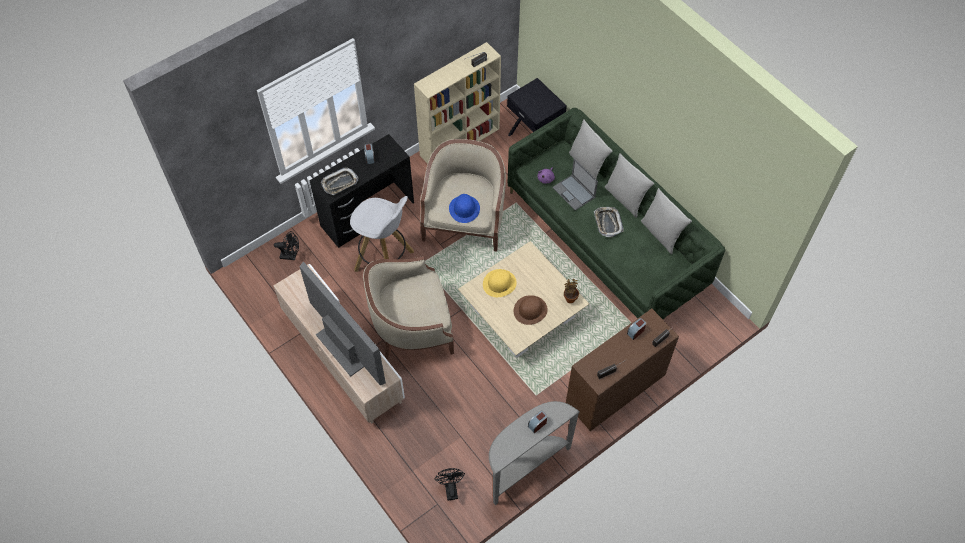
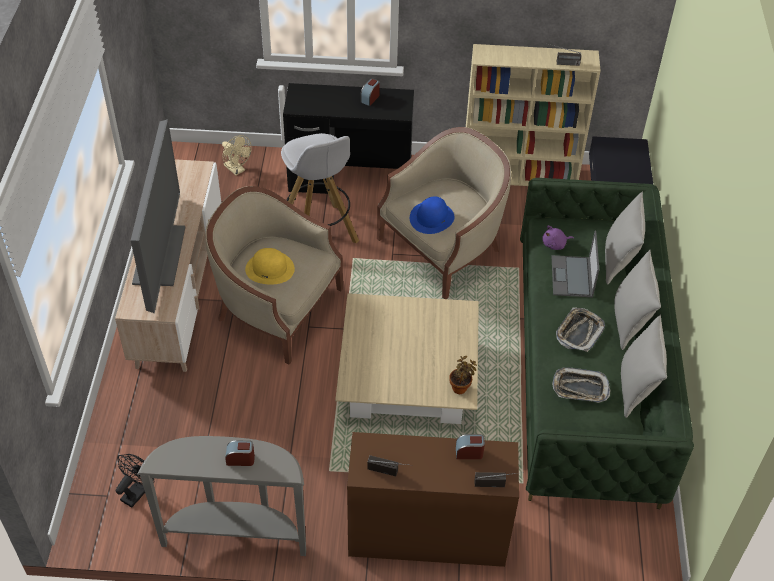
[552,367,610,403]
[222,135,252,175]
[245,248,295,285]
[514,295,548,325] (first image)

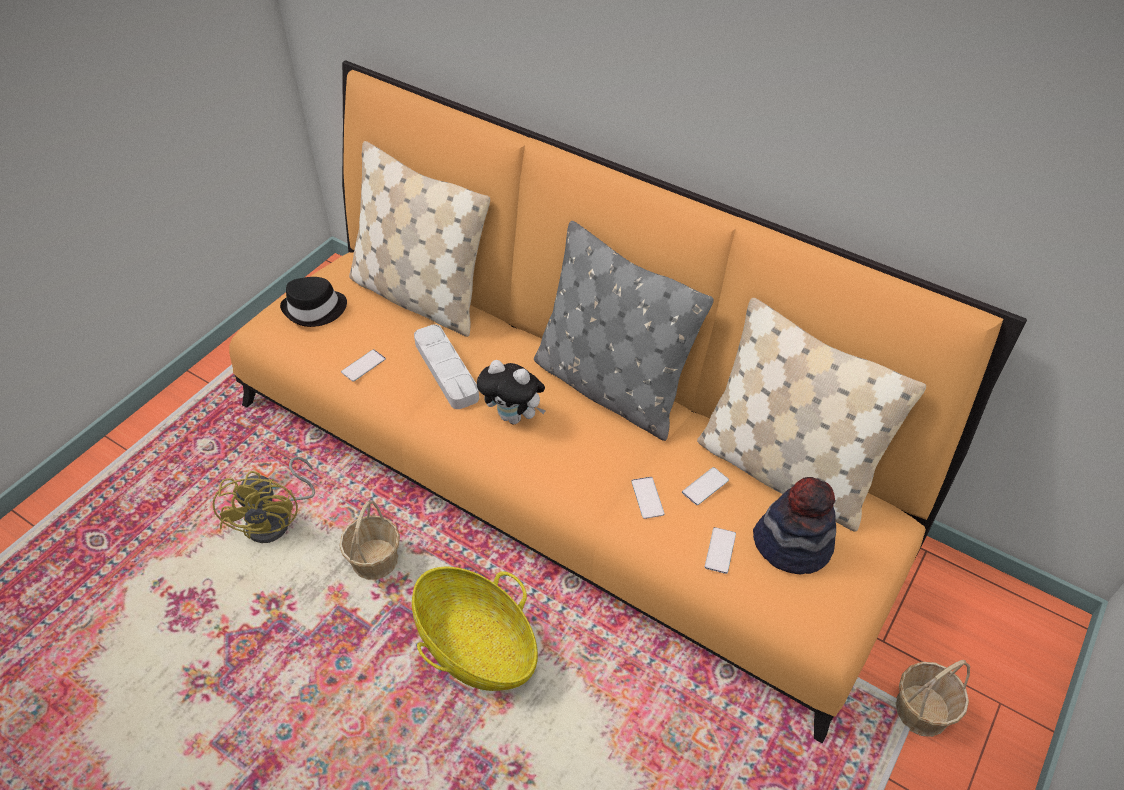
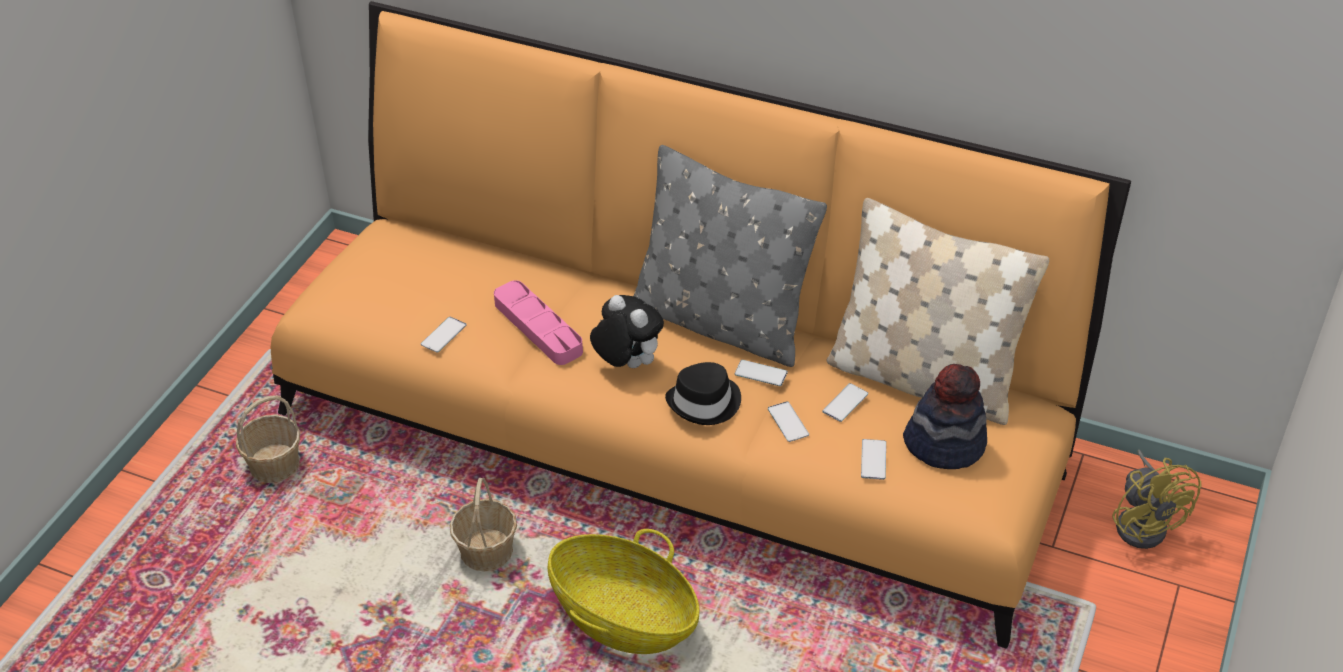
[349,141,490,337] (first image)
[665,362,741,425]
[494,280,583,365]
[590,295,664,368]
[1112,450,1201,549]
[236,395,300,483]
[735,360,788,386]

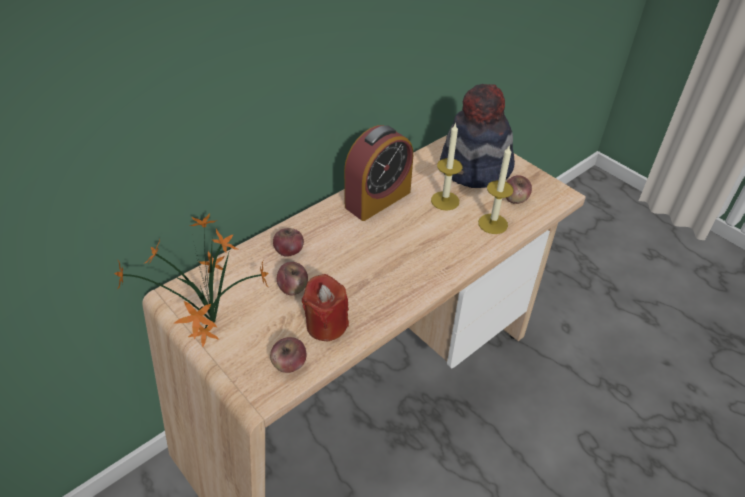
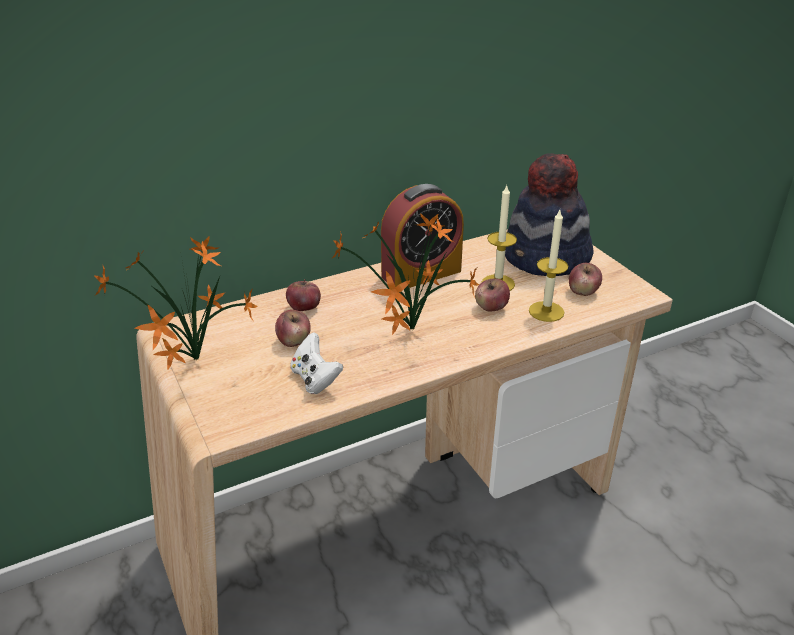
[290,332,343,394]
[475,279,510,311]
[331,213,479,335]

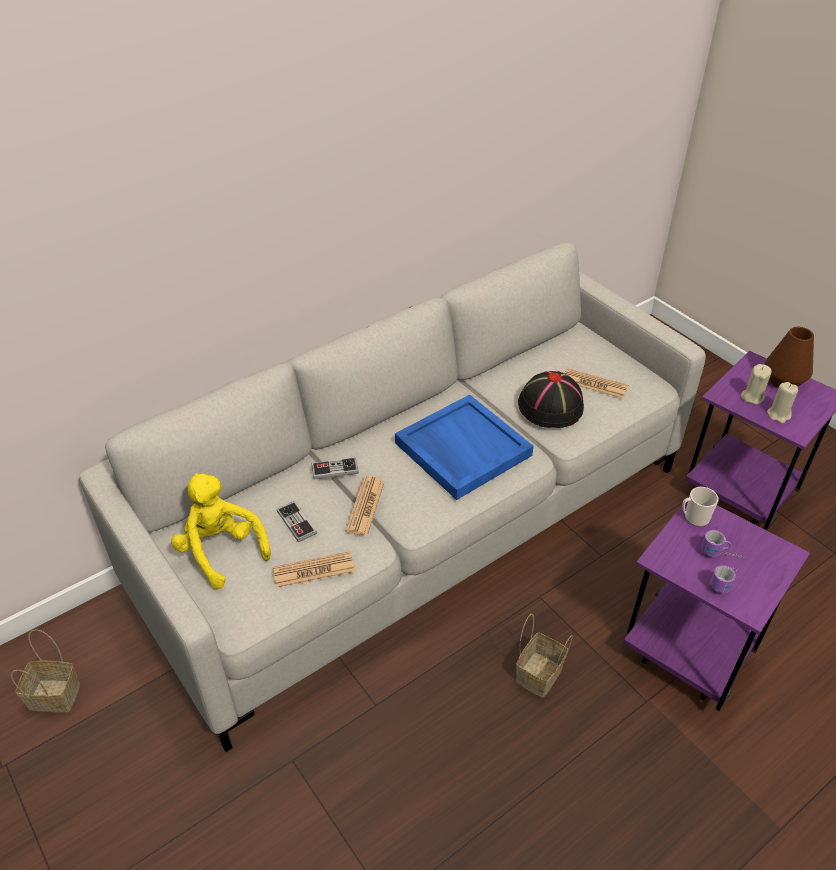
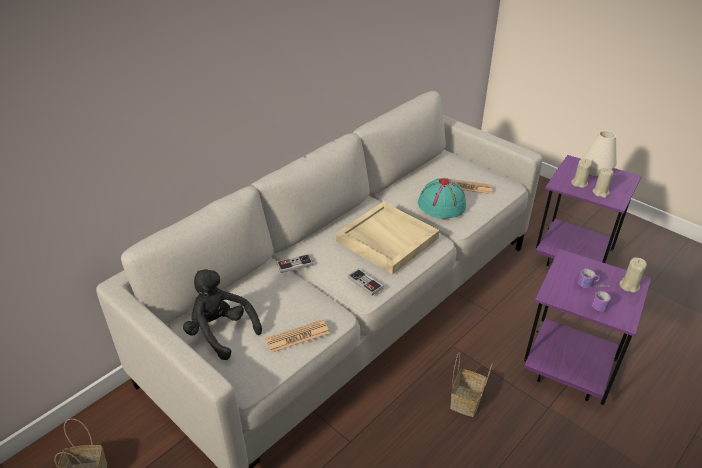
[583,131,617,177]
[418,178,466,219]
[336,202,439,274]
[183,269,262,360]
[346,476,385,536] (first image)
[682,487,719,527] (first image)
[348,269,384,296]
[619,258,647,293]

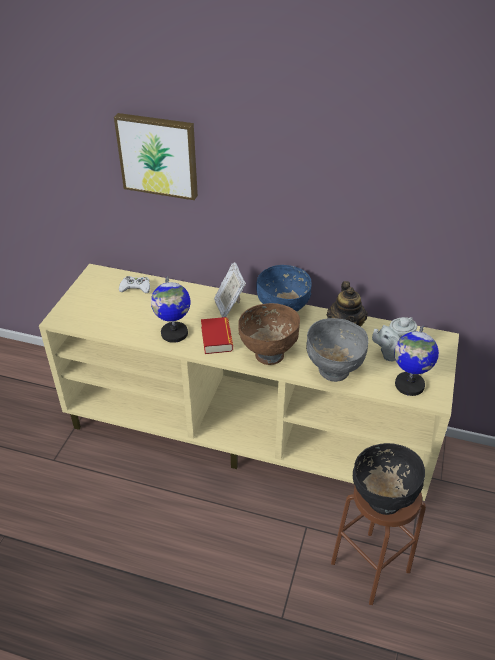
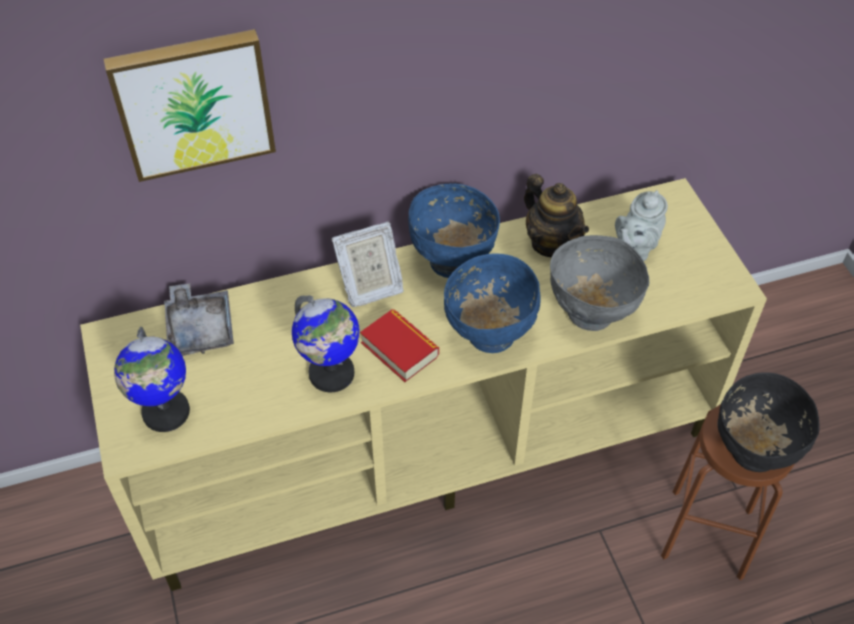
[332,221,404,307]
[164,283,234,356]
[444,254,541,353]
[114,327,190,432]

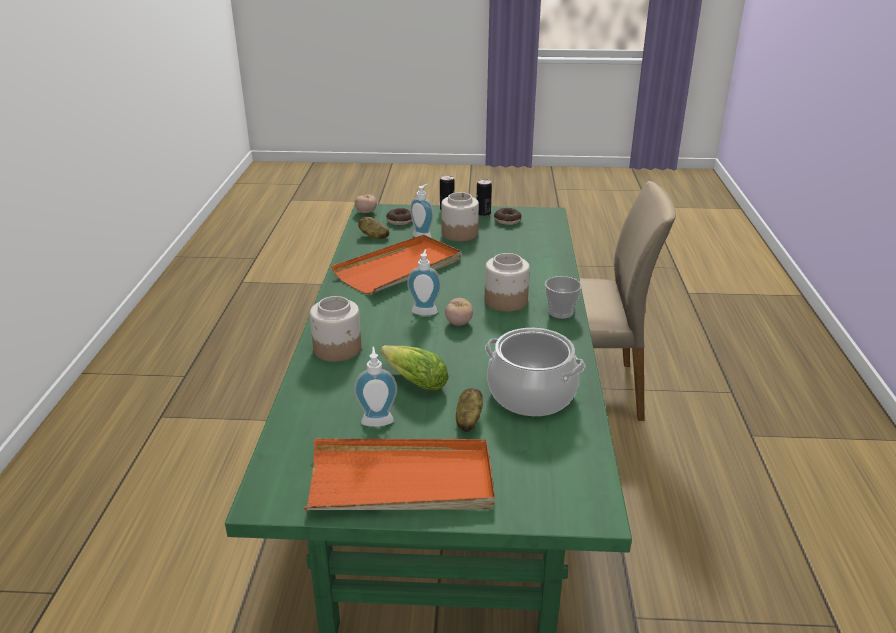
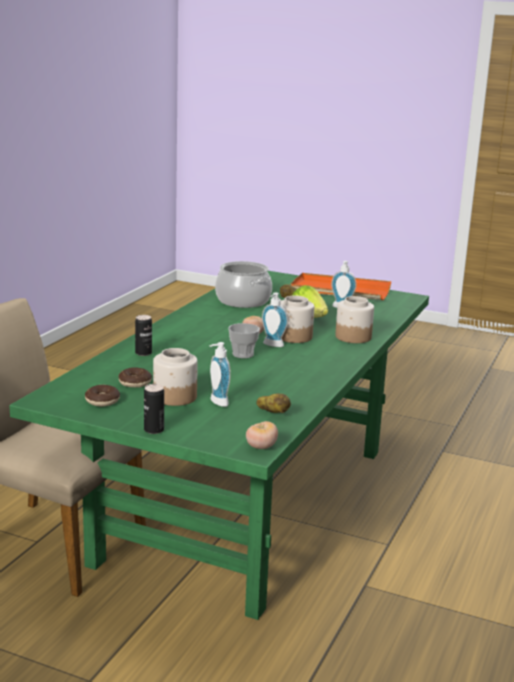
[135,315,152,356]
[118,367,152,388]
[331,235,461,294] (first image)
[280,296,314,343]
[228,323,260,358]

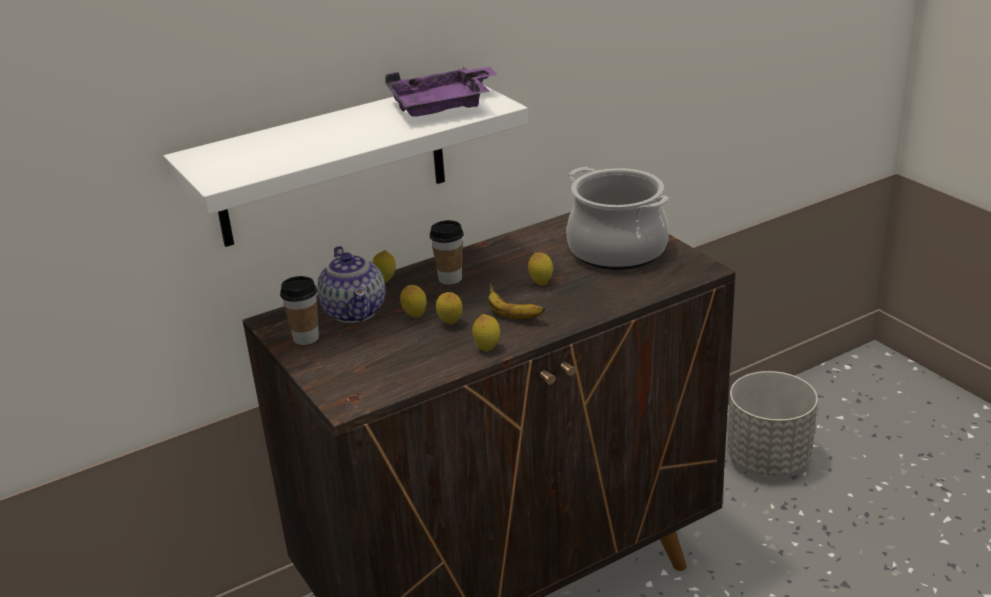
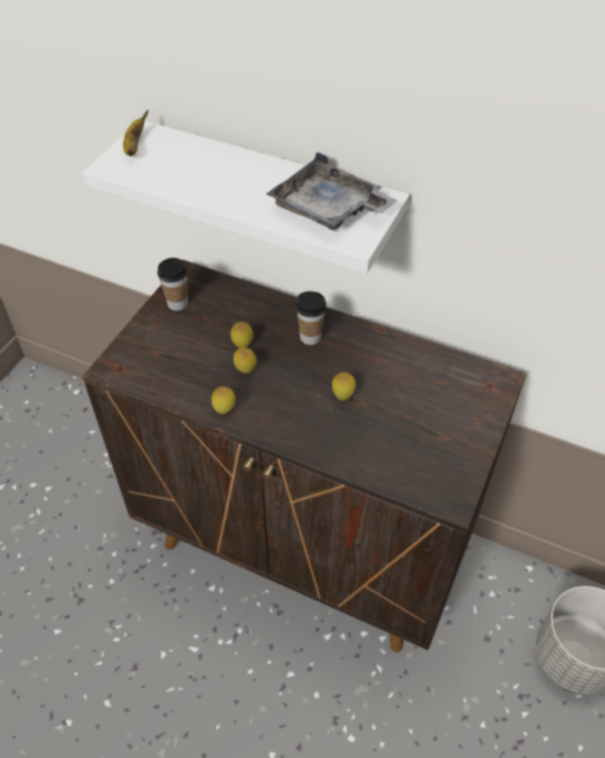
[267,152,397,230]
[566,167,669,270] (first image)
[317,246,386,323] (first image)
[372,250,396,283] (first image)
[123,110,148,156]

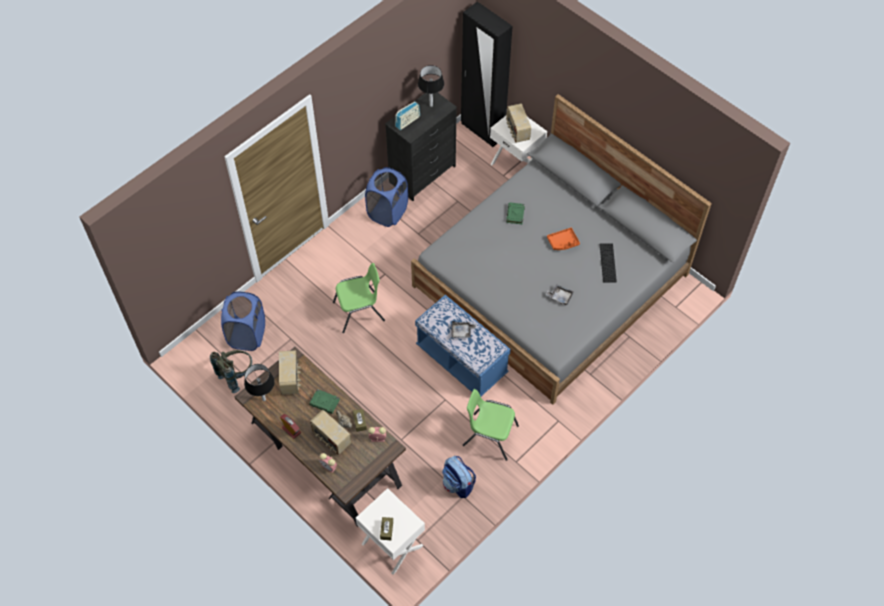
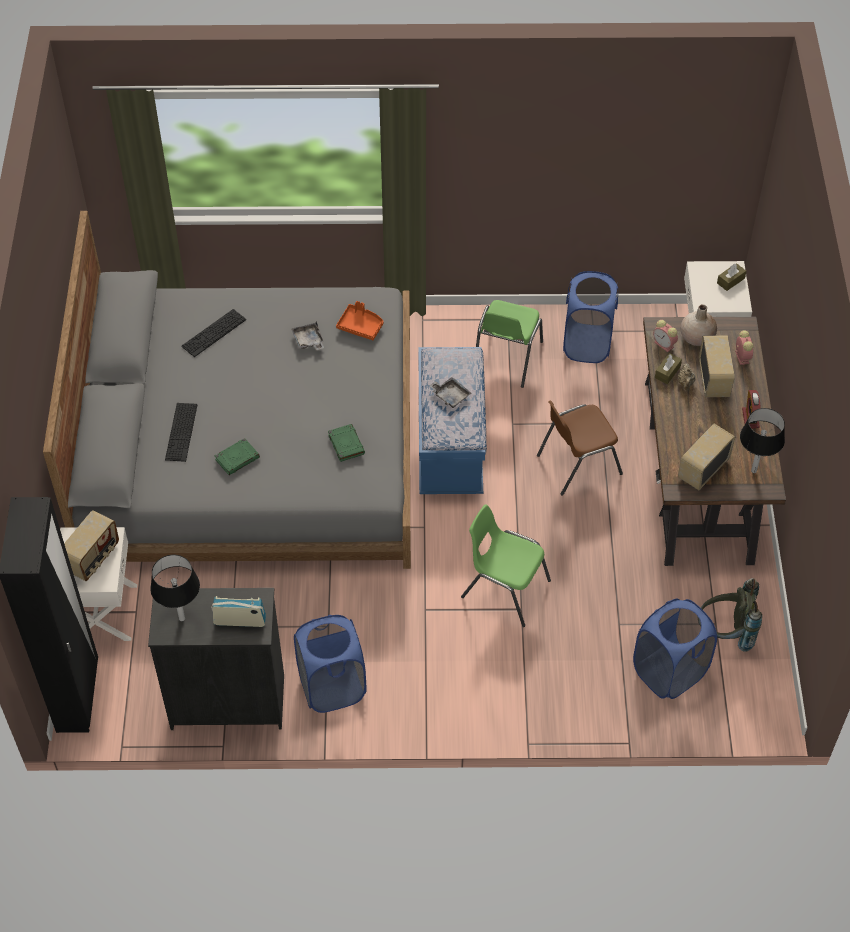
[336,301,384,340]
[328,424,365,462]
[476,300,543,388]
[563,271,618,363]
[680,304,717,346]
[537,401,623,495]
[165,403,197,462]

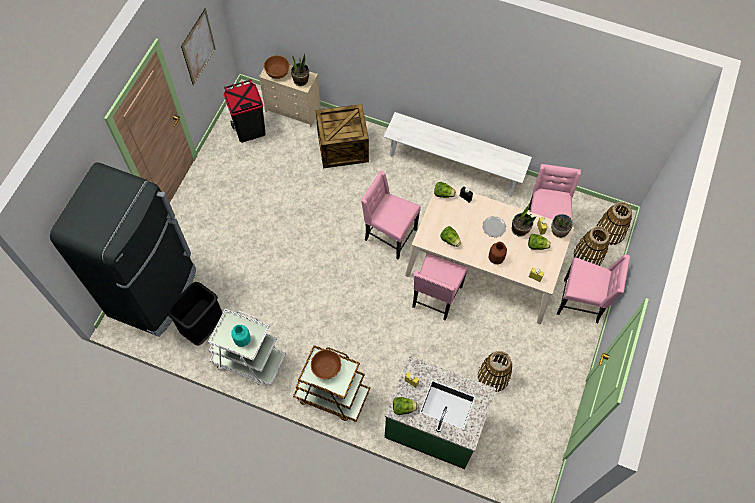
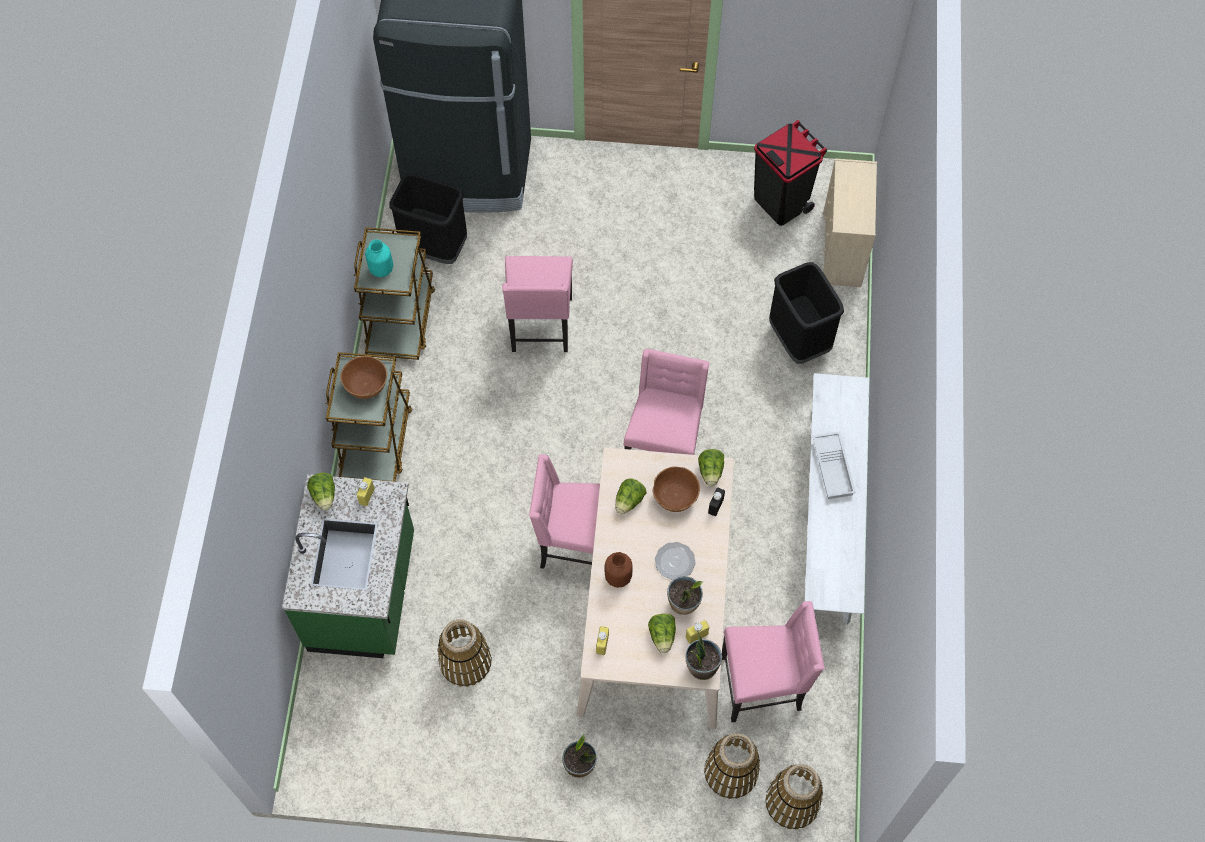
[181,8,216,85] (first image)
[562,734,597,778]
[653,466,700,512]
[769,262,844,364]
[502,256,573,352]
[354,227,435,360]
[813,431,856,499]

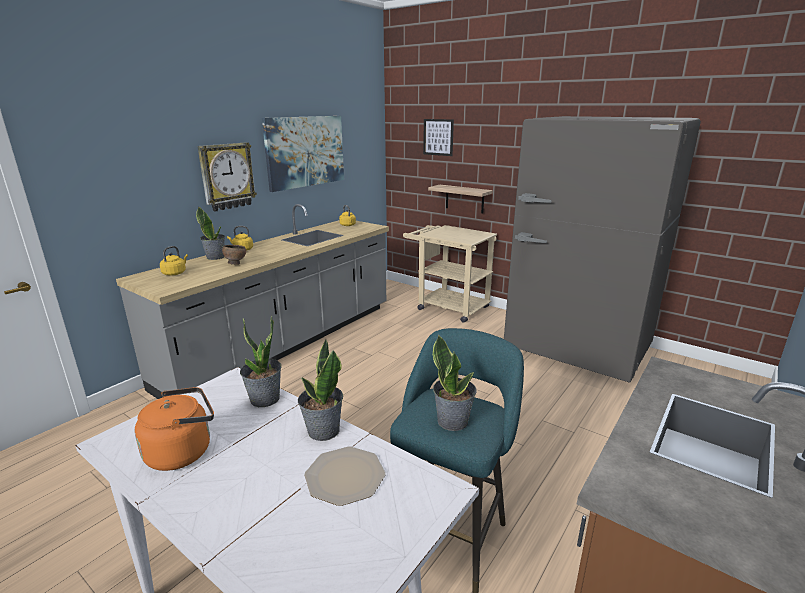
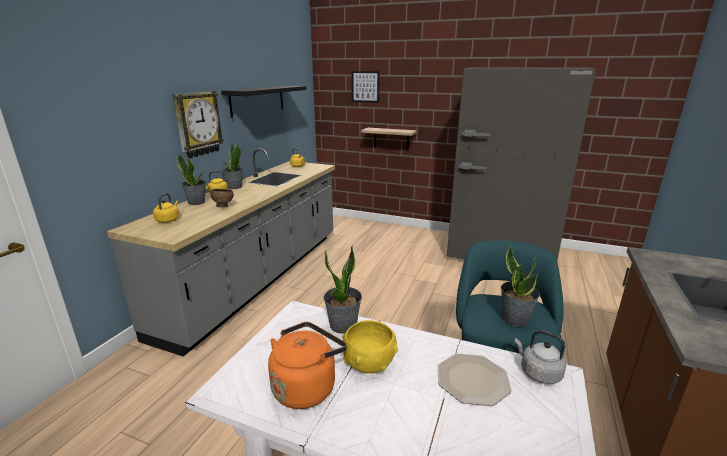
[221,86,306,118]
[403,225,497,323] (first image)
[222,143,243,189]
[342,320,398,373]
[515,330,566,384]

